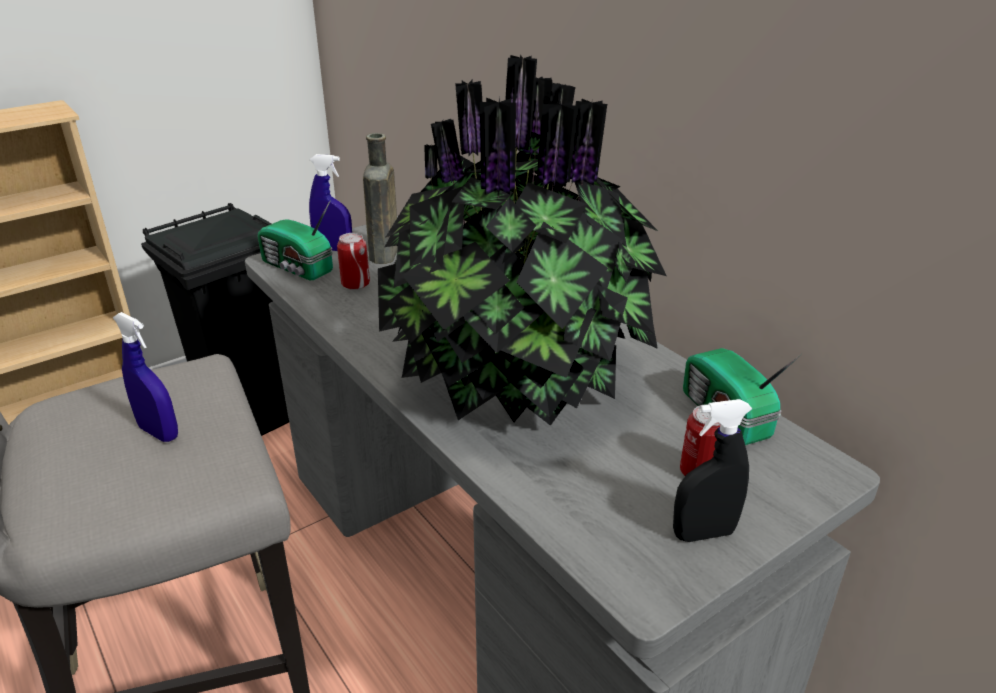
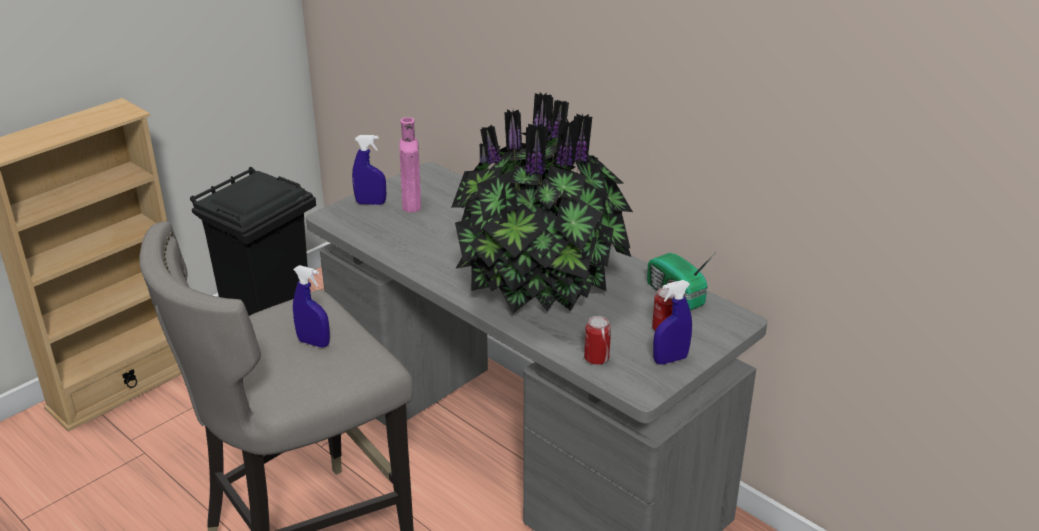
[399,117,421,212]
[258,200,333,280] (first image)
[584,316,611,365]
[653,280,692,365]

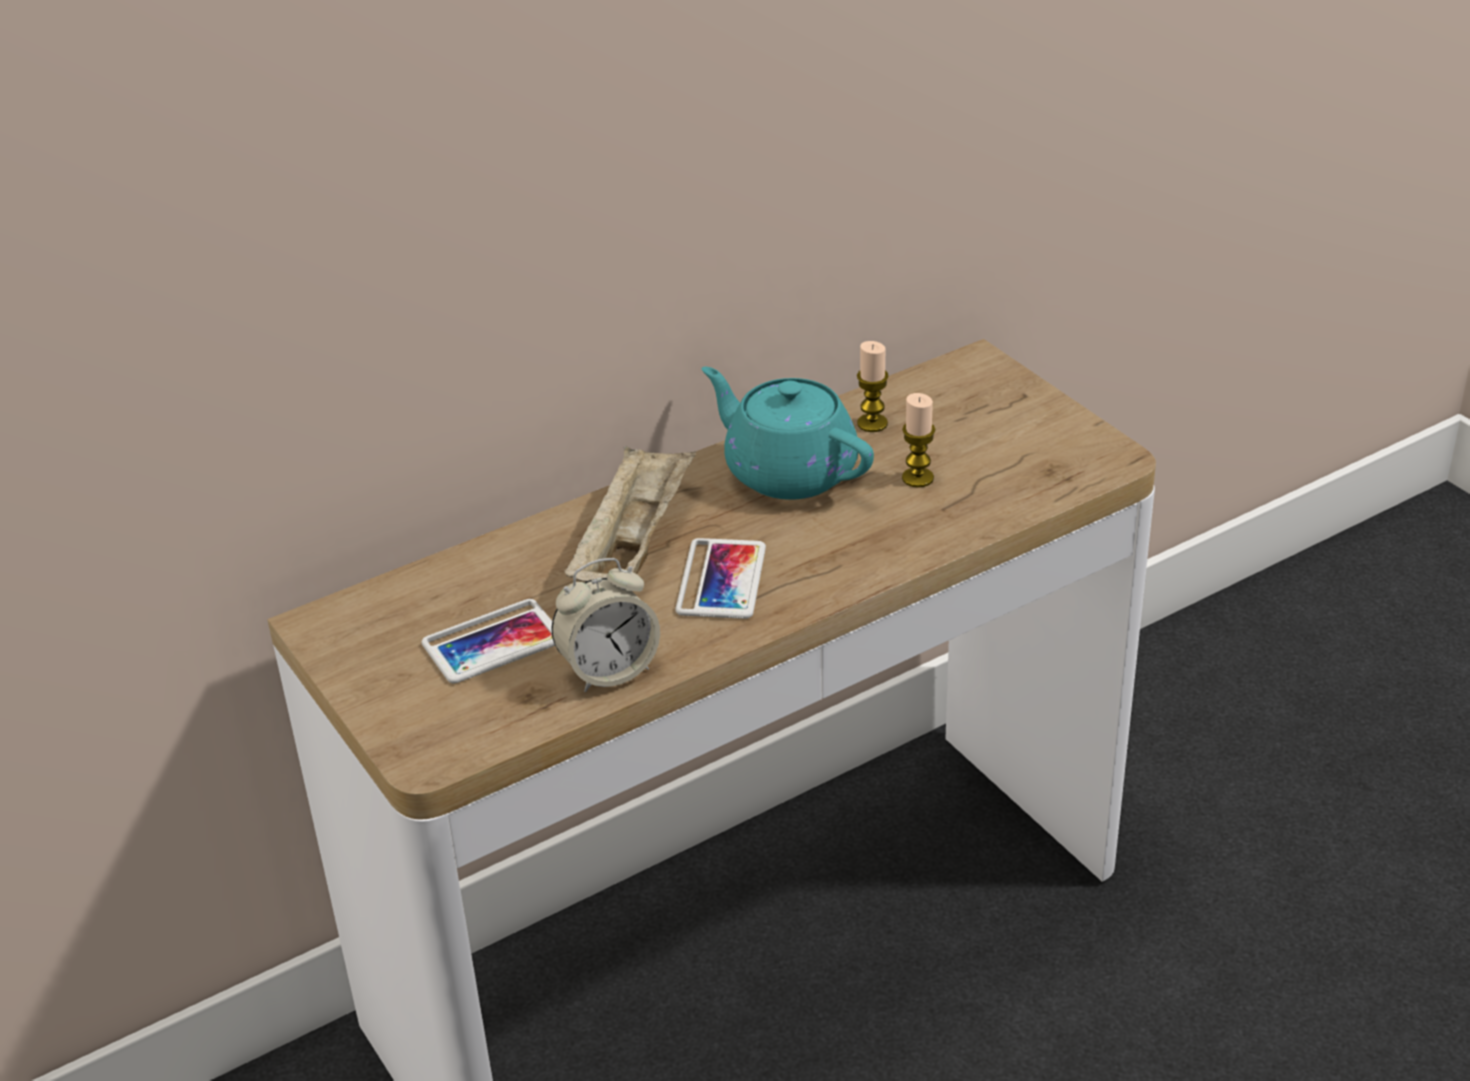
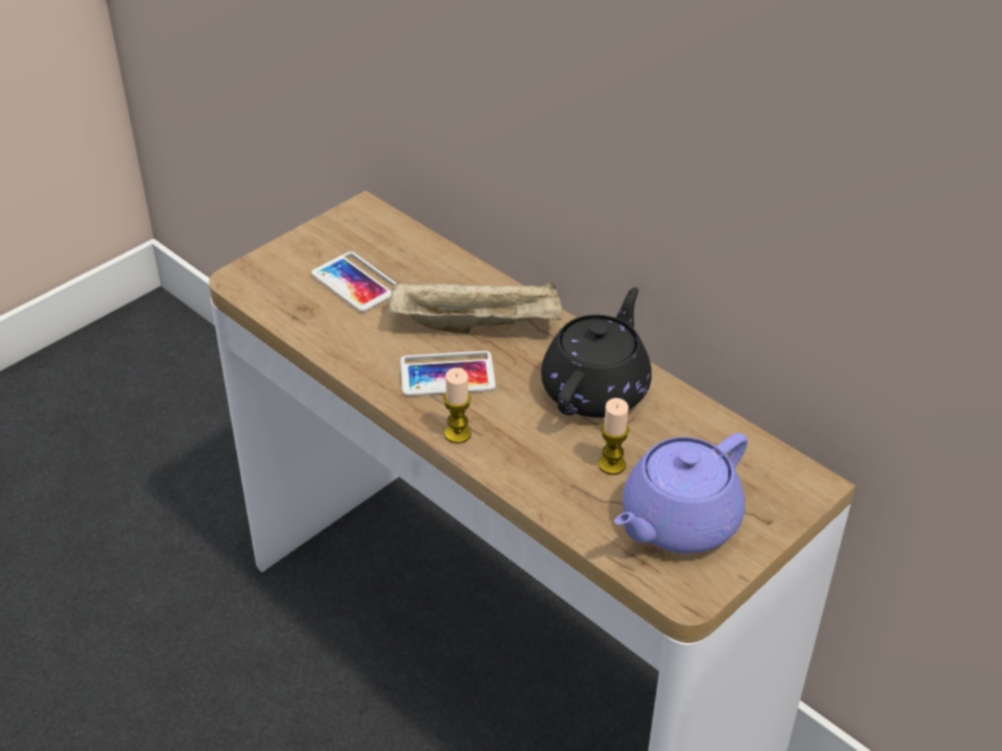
[443,368,471,444]
[541,287,652,418]
[551,558,660,692] (first image)
[615,433,748,553]

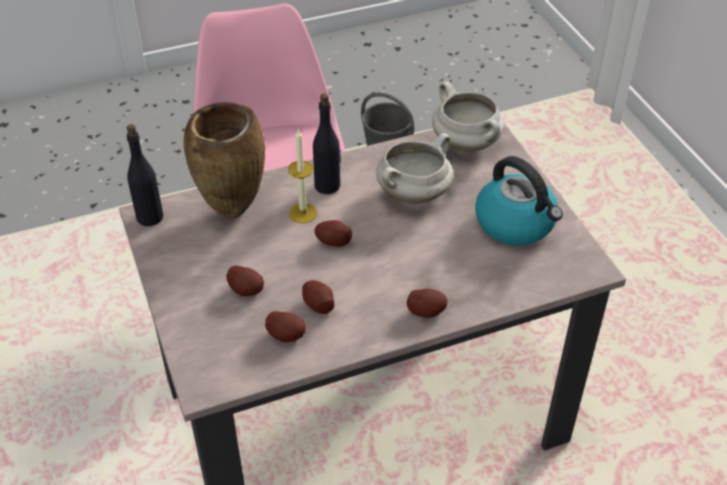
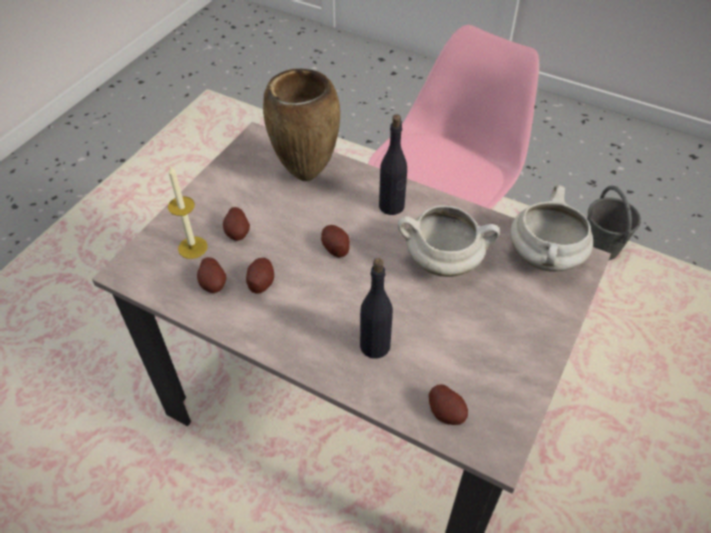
[360,258,393,359]
[168,166,208,259]
[475,156,563,246] (first image)
[429,384,468,425]

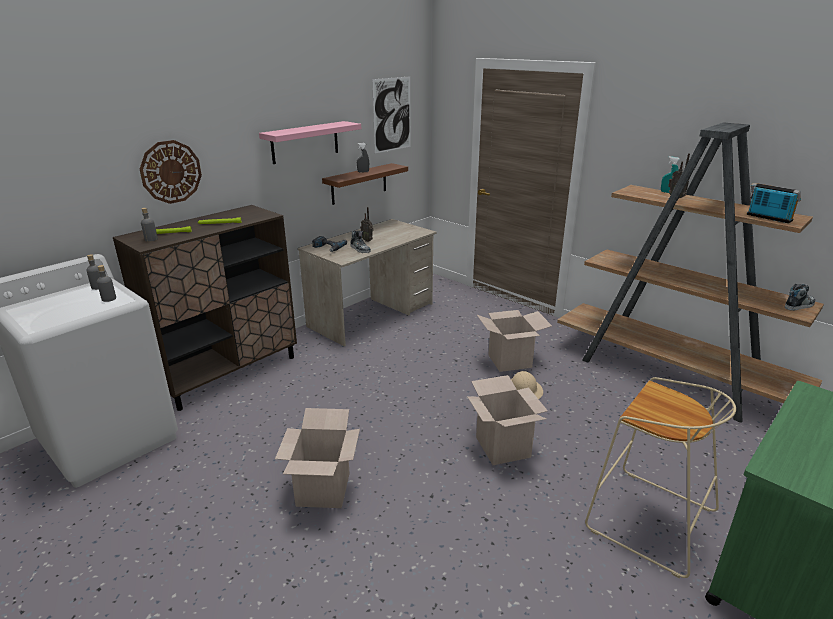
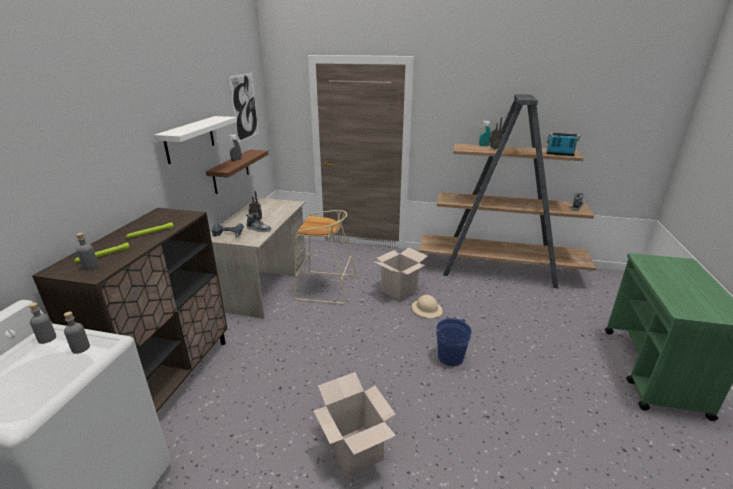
[154,116,237,164]
[140,140,202,204] (first image)
[436,318,472,366]
[294,210,356,305]

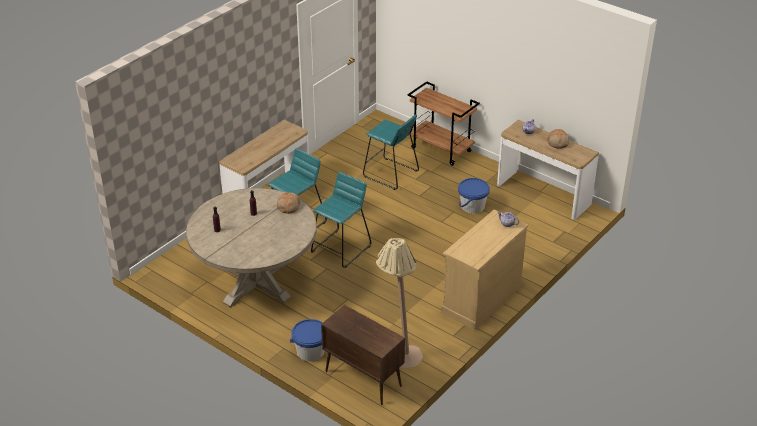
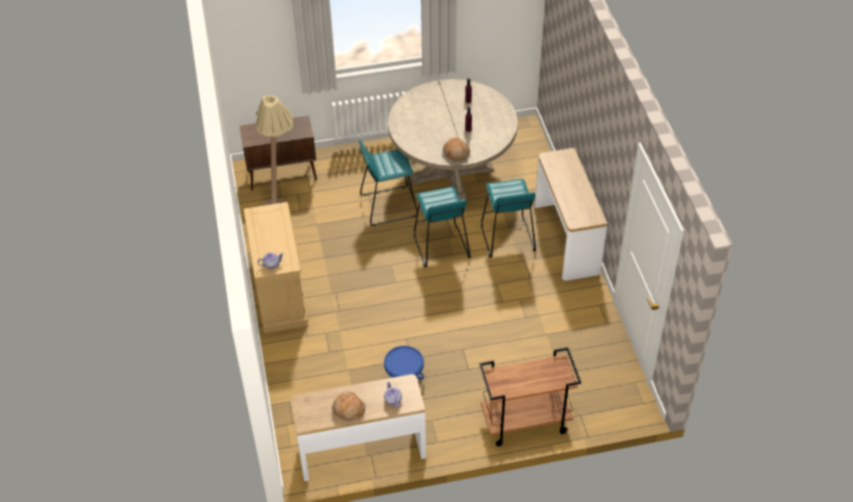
[359,139,417,226]
[290,319,325,362] (first image)

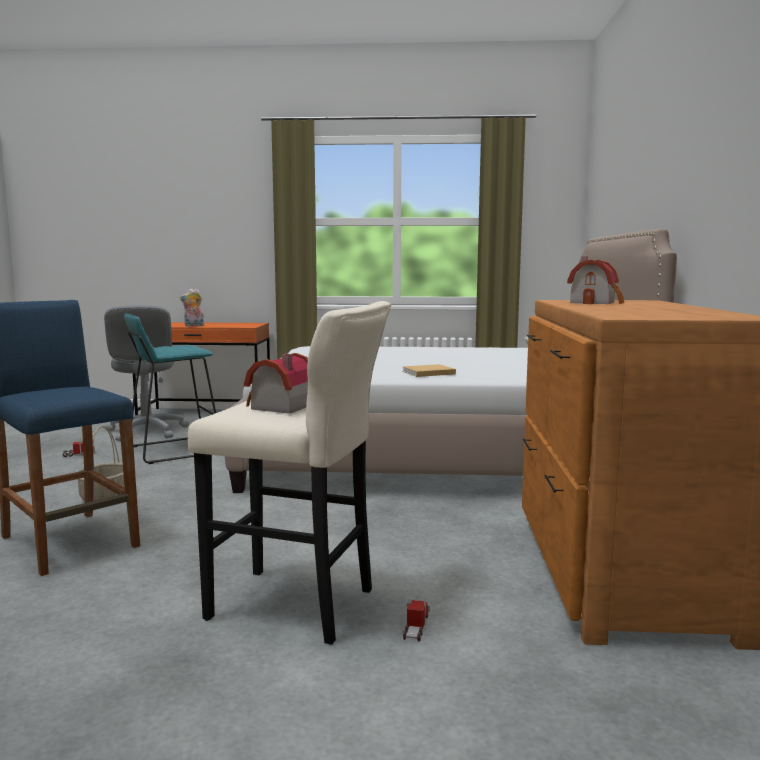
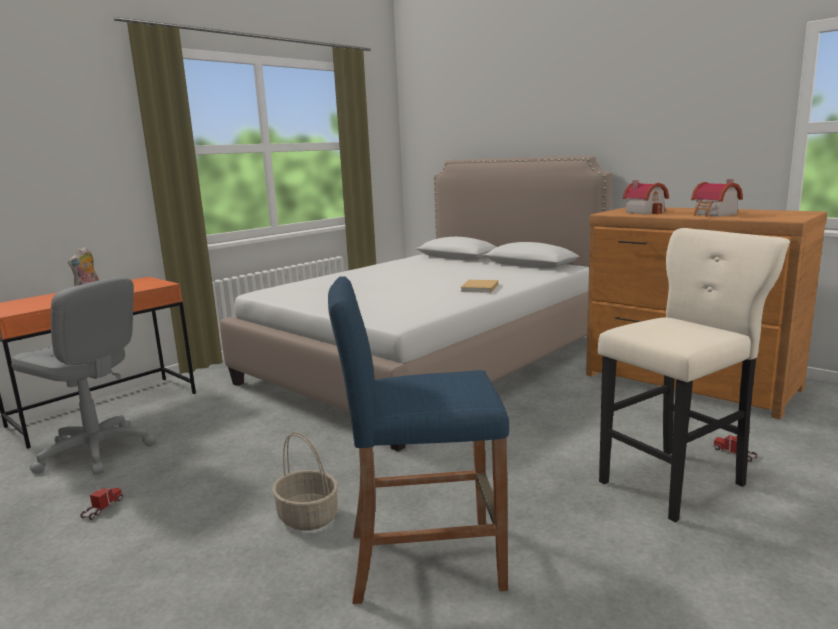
[124,313,216,464] (first image)
[691,179,743,217]

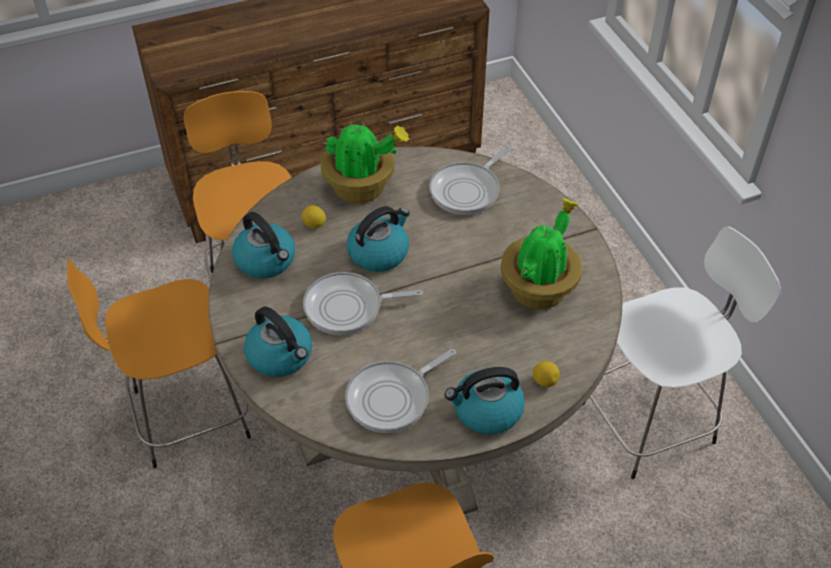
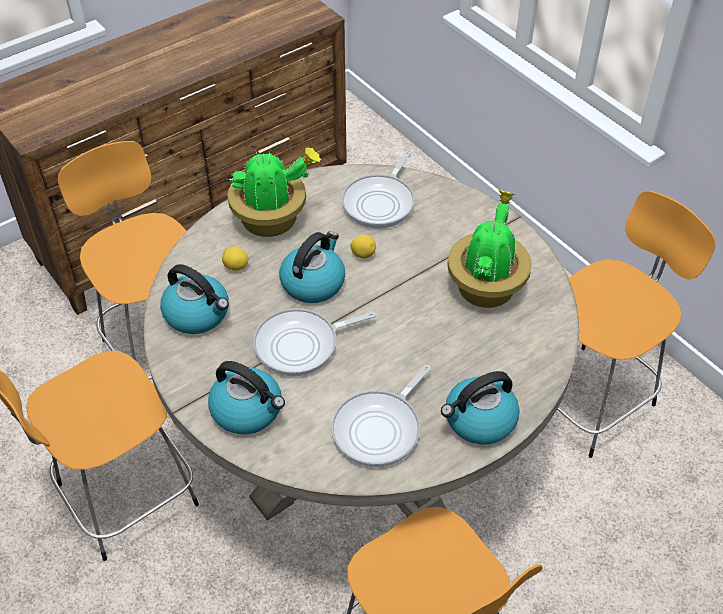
[557,190,715,458]
[351,235,376,258]

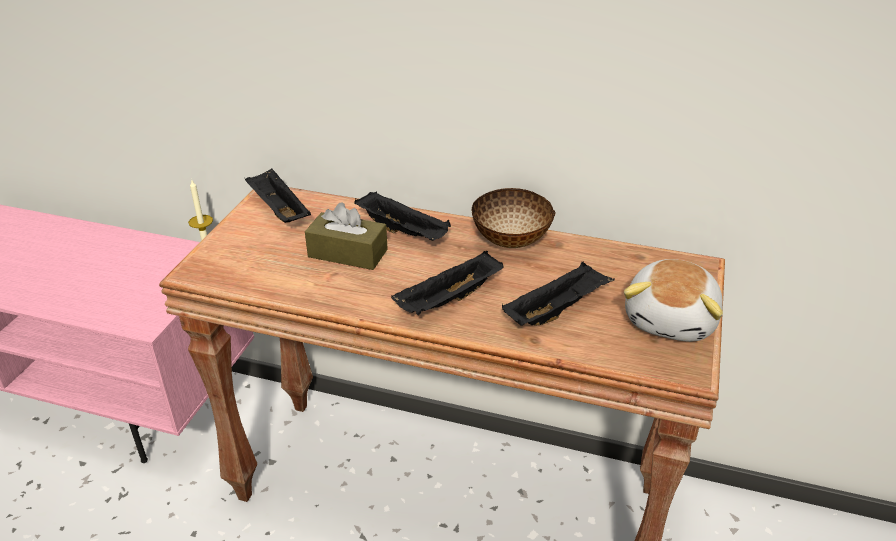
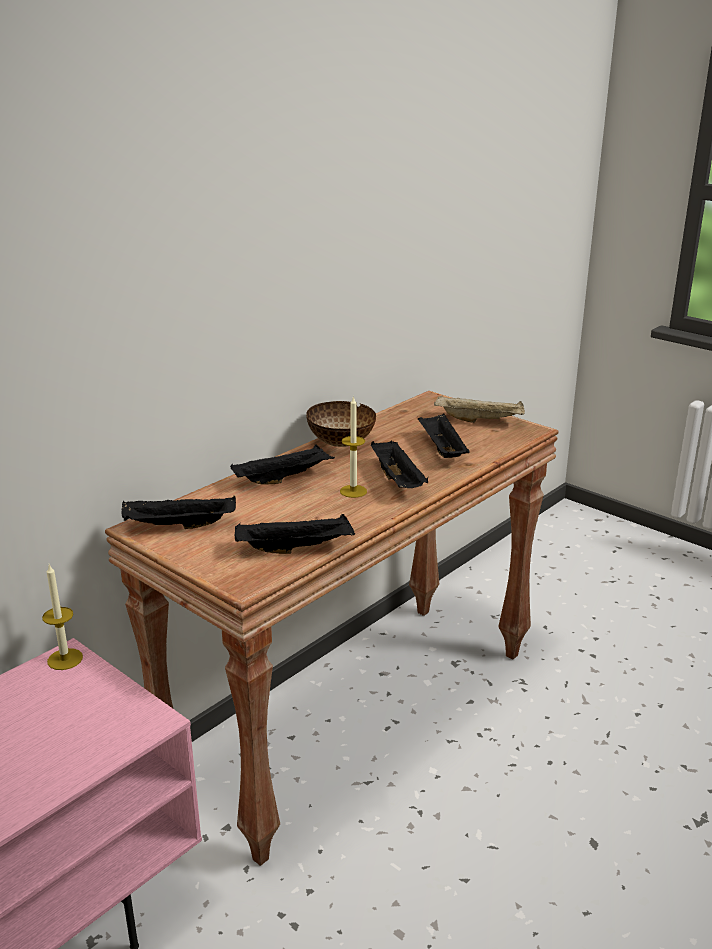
[305,202,388,270] (first image)
[434,395,525,423]
[340,396,367,498]
[235,514,355,554]

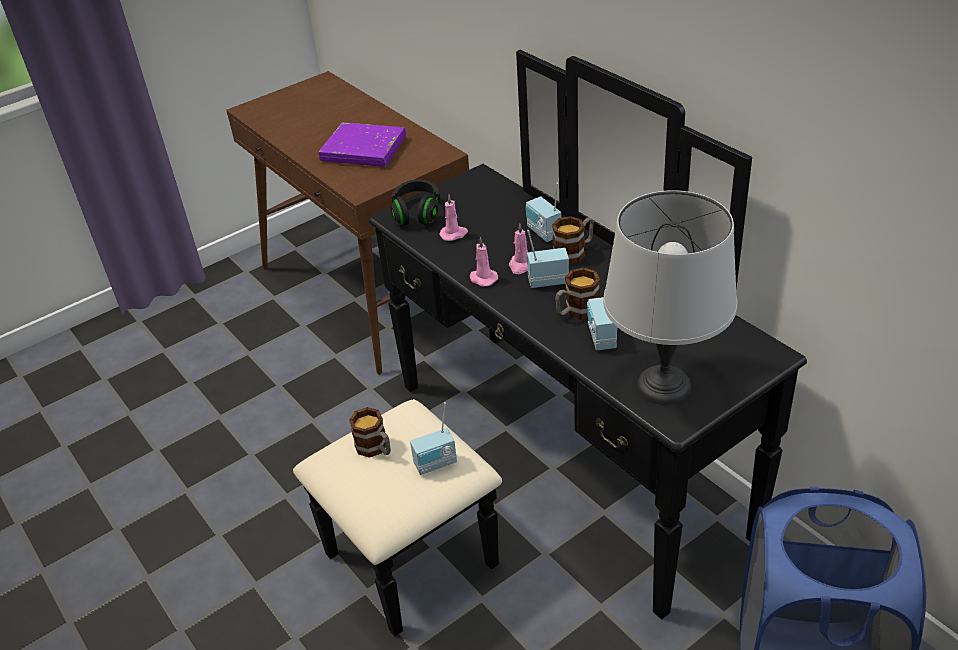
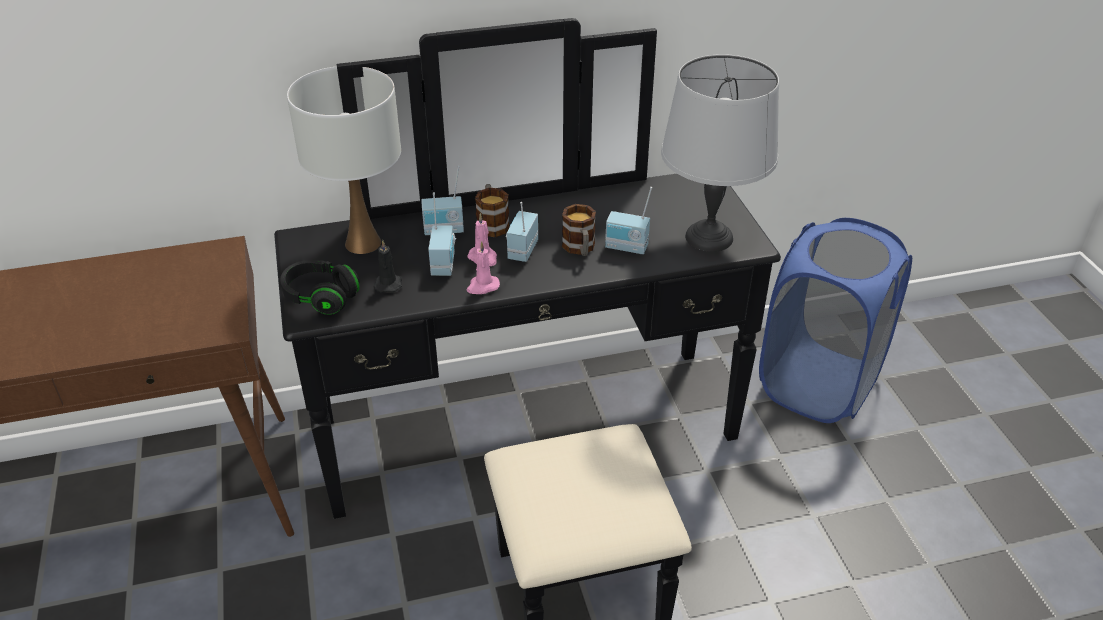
[319,122,406,167] (first image)
[373,240,402,293]
[428,193,457,276]
[349,407,391,458] (first image)
[287,66,401,254]

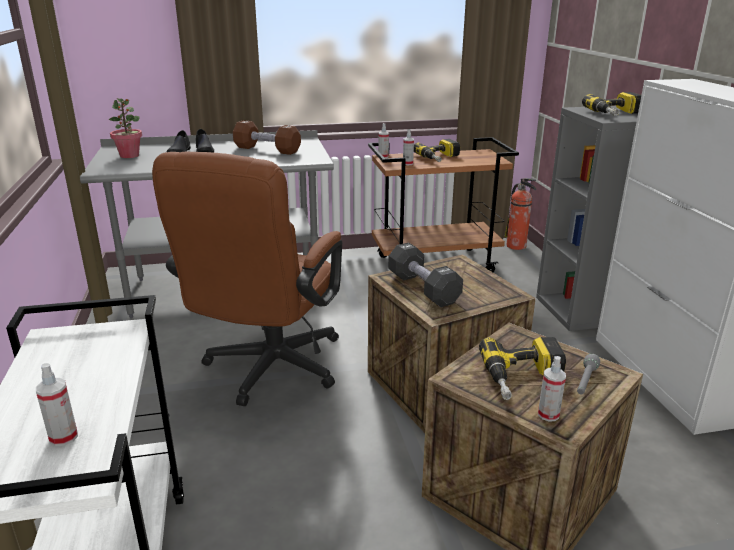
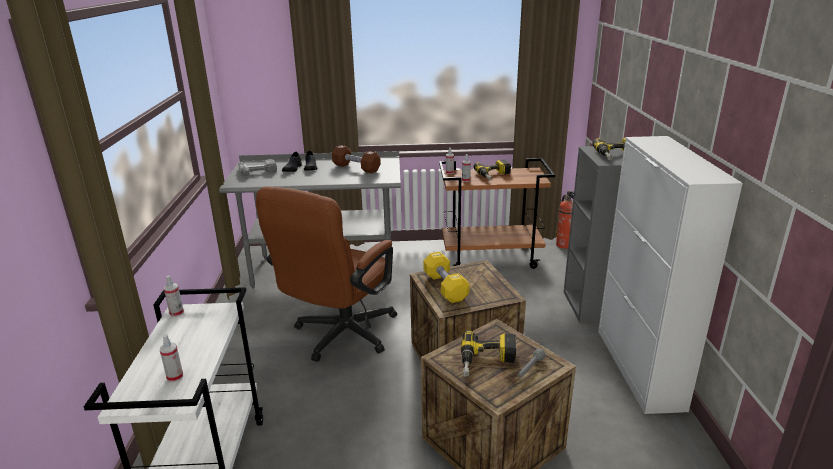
[238,159,277,176]
[423,252,470,303]
[164,275,184,317]

